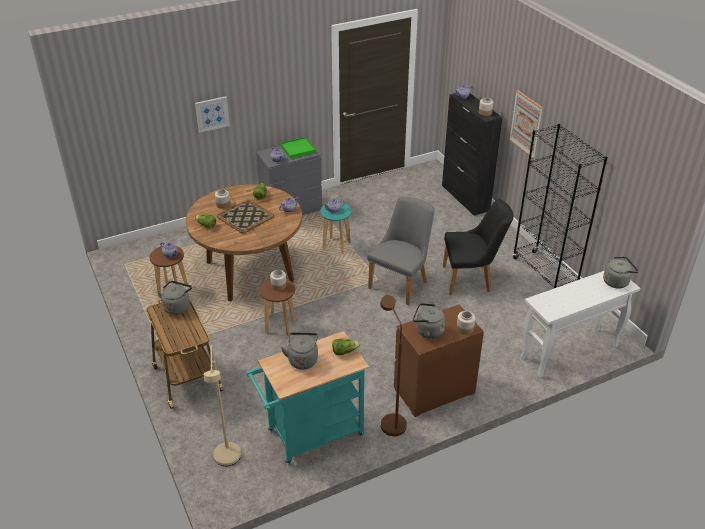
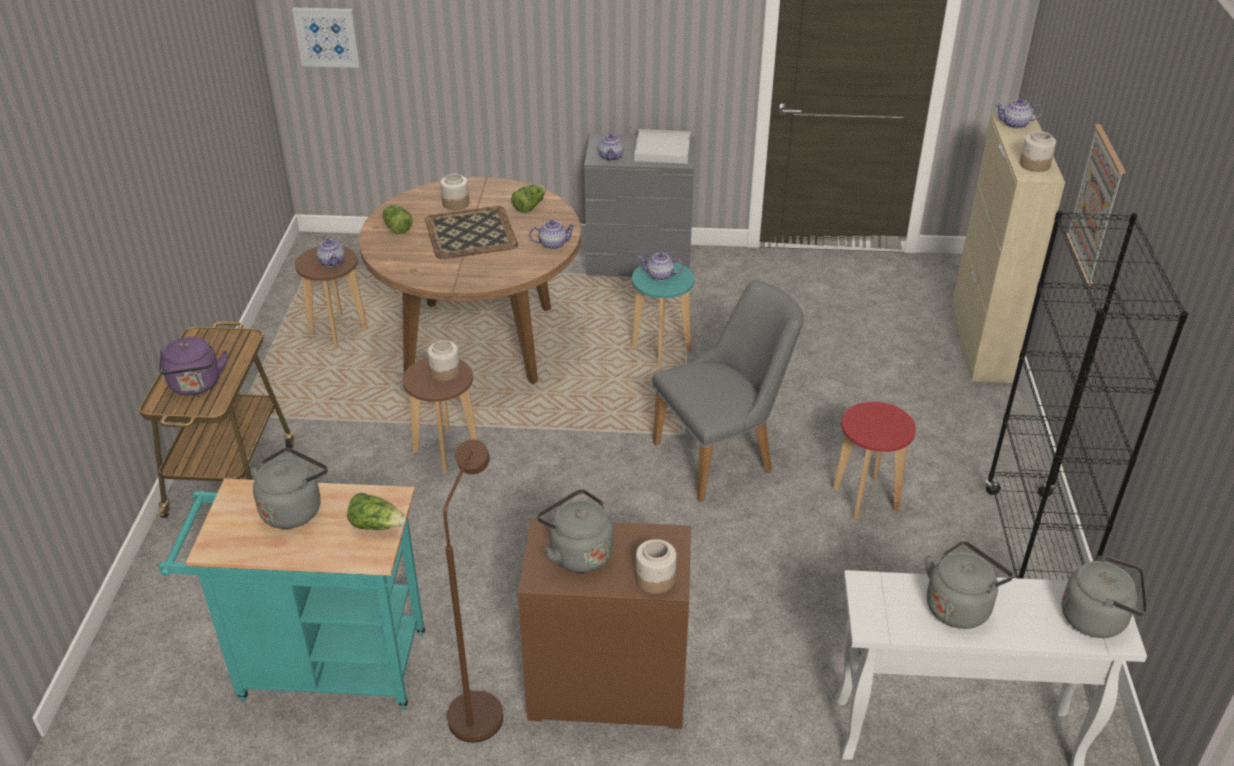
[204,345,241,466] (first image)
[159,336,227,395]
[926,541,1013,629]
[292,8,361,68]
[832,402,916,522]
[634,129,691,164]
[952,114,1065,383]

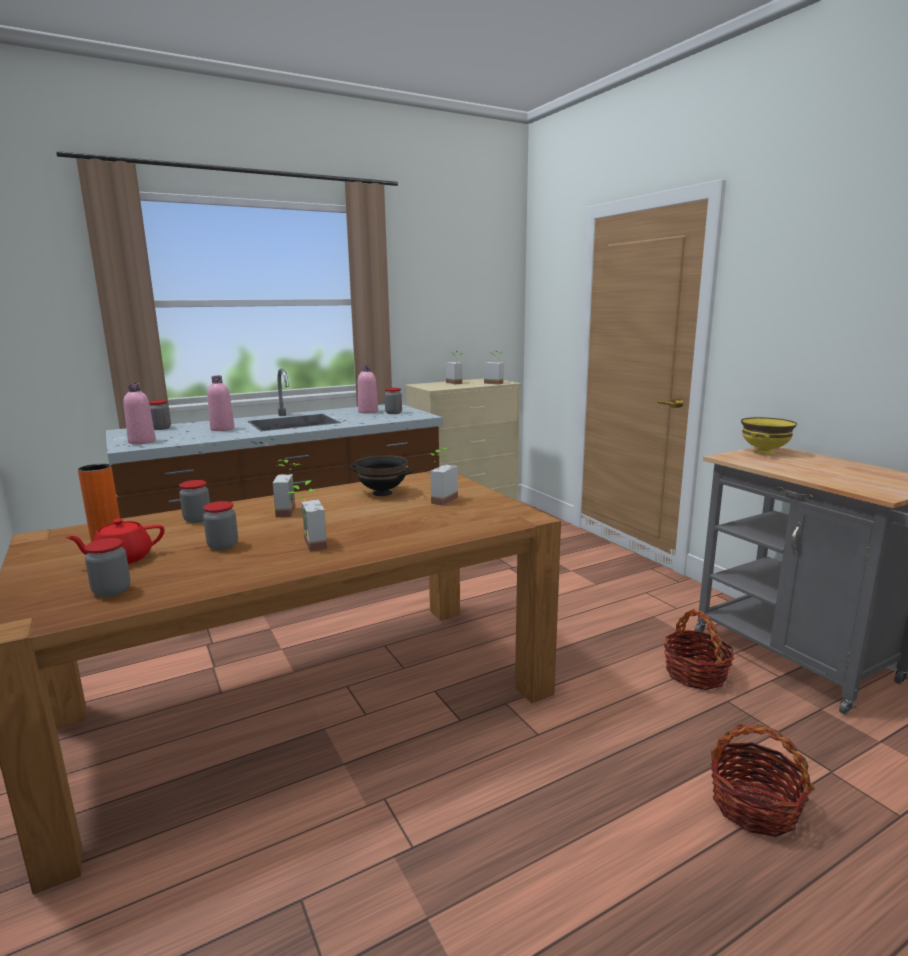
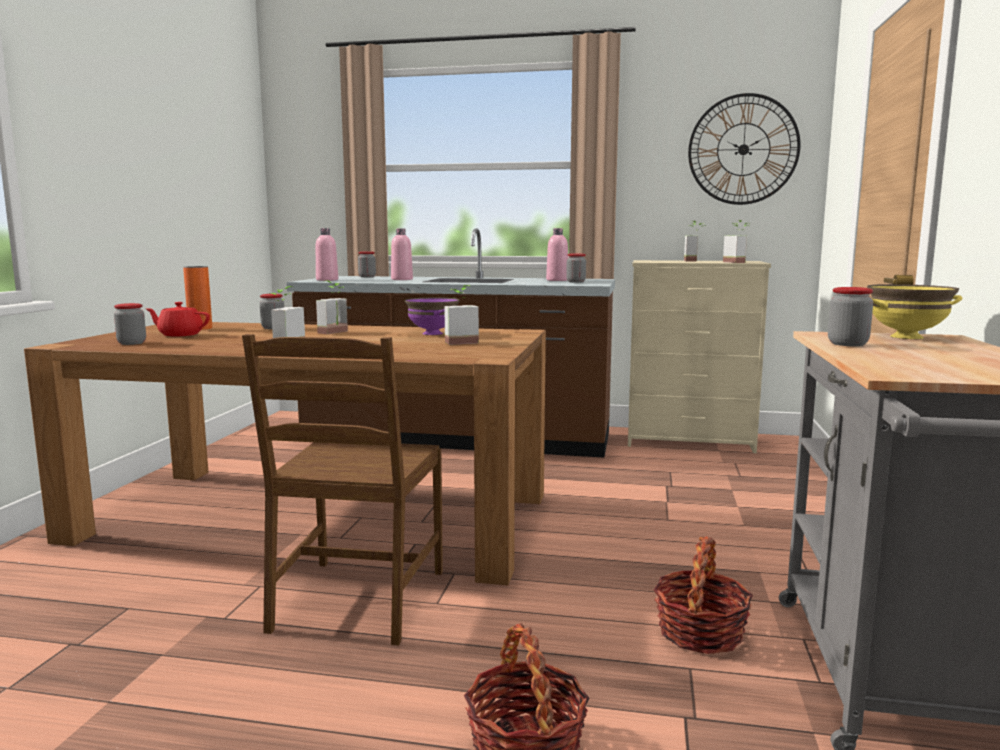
[242,334,443,645]
[688,93,801,205]
[828,287,873,346]
[405,297,460,335]

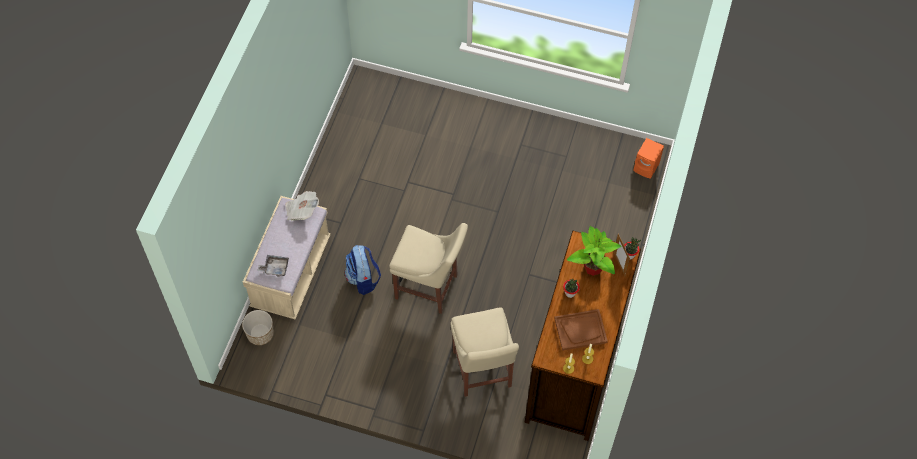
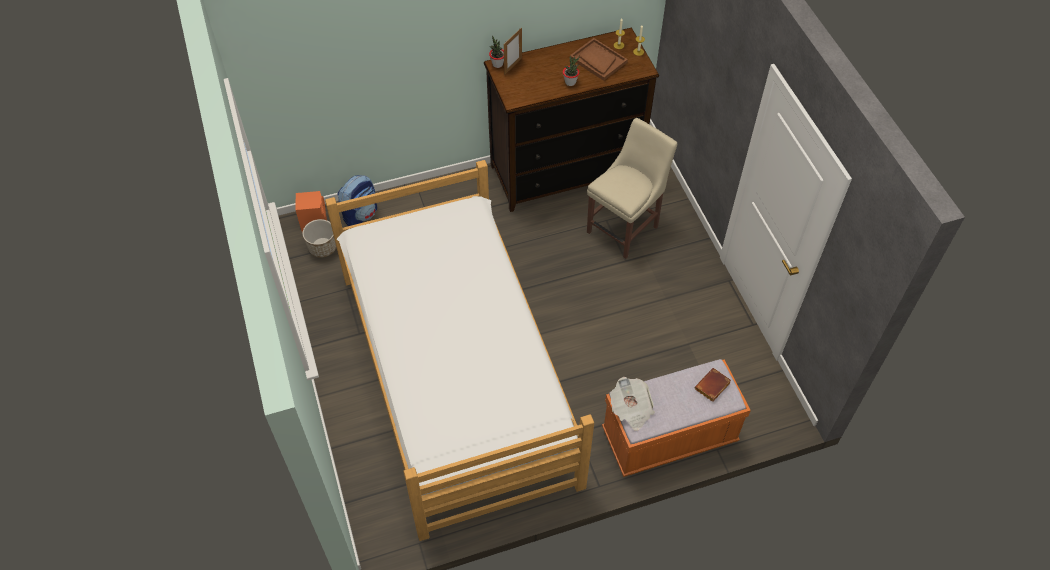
[389,223,468,314] (first image)
[567,226,621,276] (first image)
[325,160,594,541]
[302,219,336,258]
[337,175,377,226]
[695,368,731,402]
[602,359,751,477]

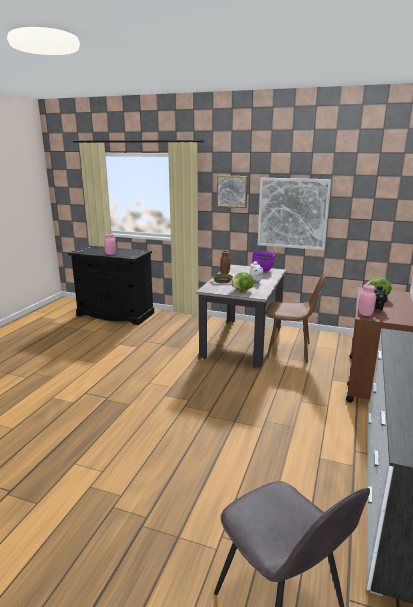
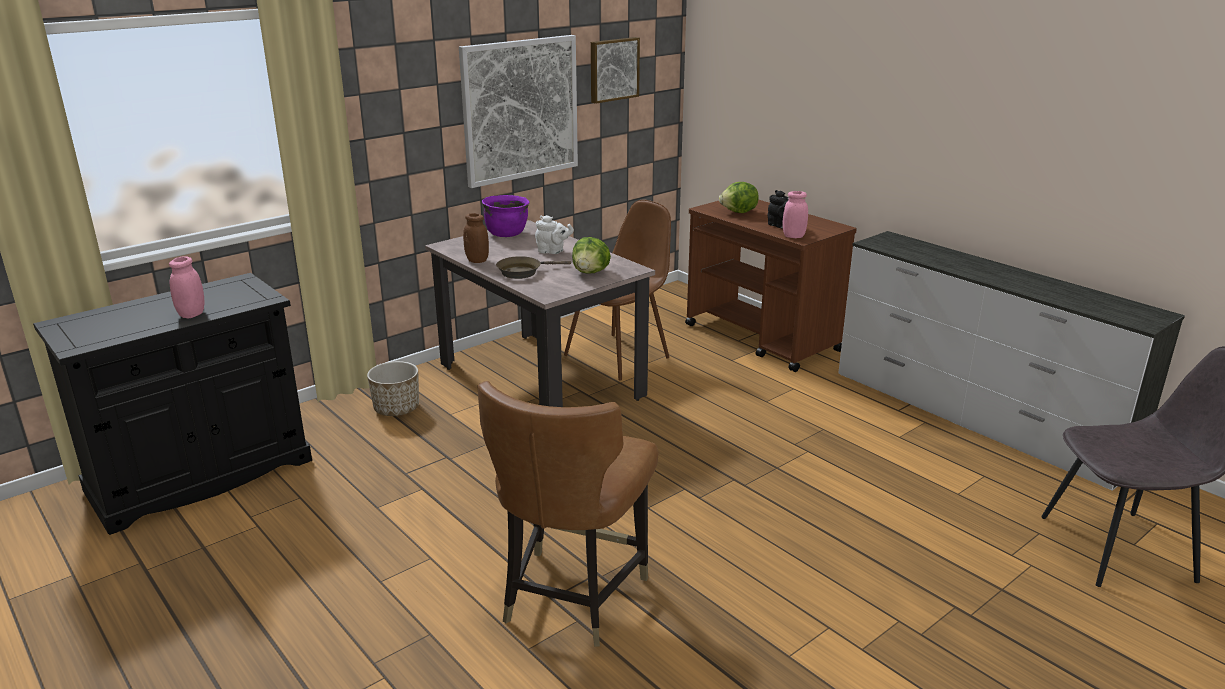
[367,361,419,416]
[477,381,658,647]
[591,37,640,104]

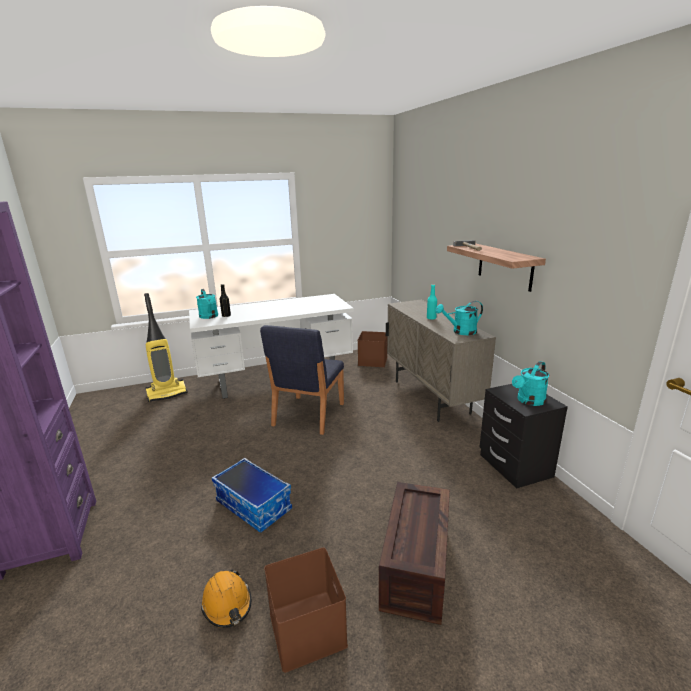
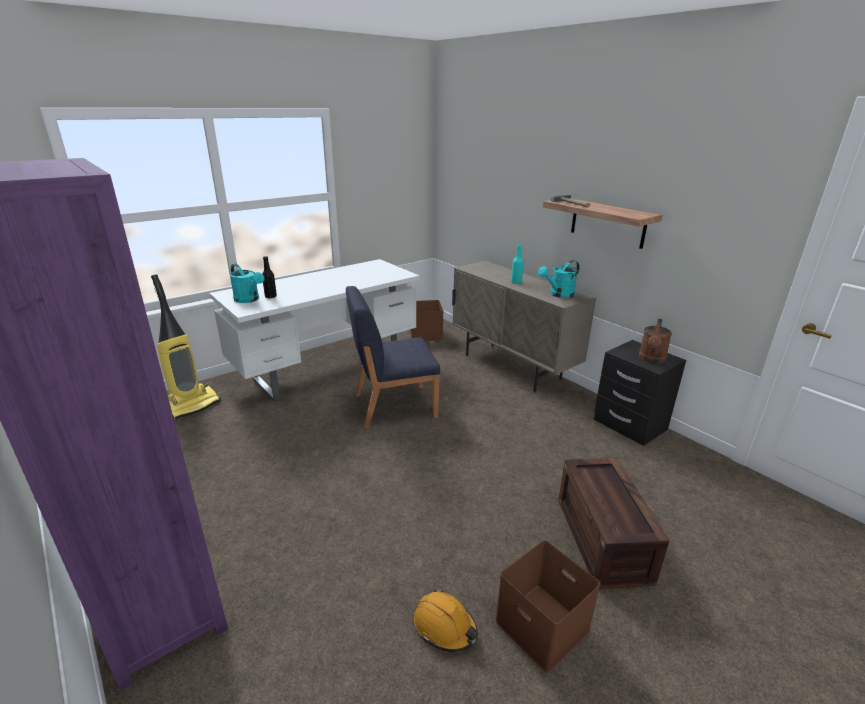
[212,458,292,533] (first image)
[639,319,672,363]
[346,286,440,429]

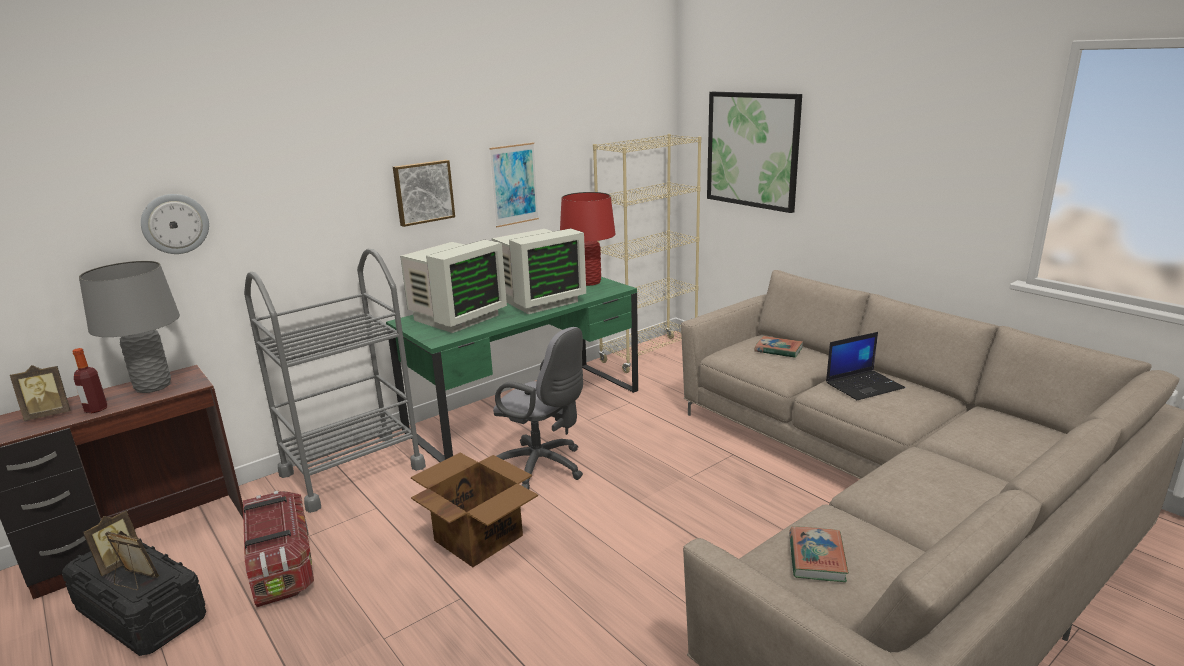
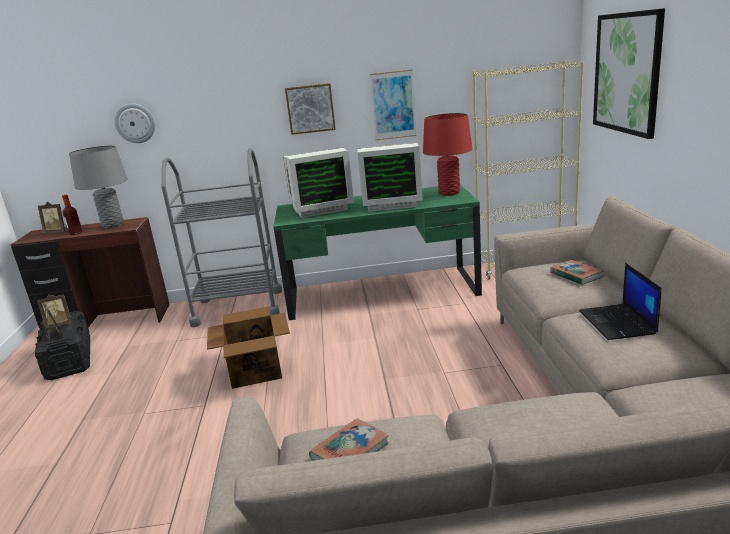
[243,491,314,607] (first image)
[493,327,583,489] (first image)
[579,263,662,340]

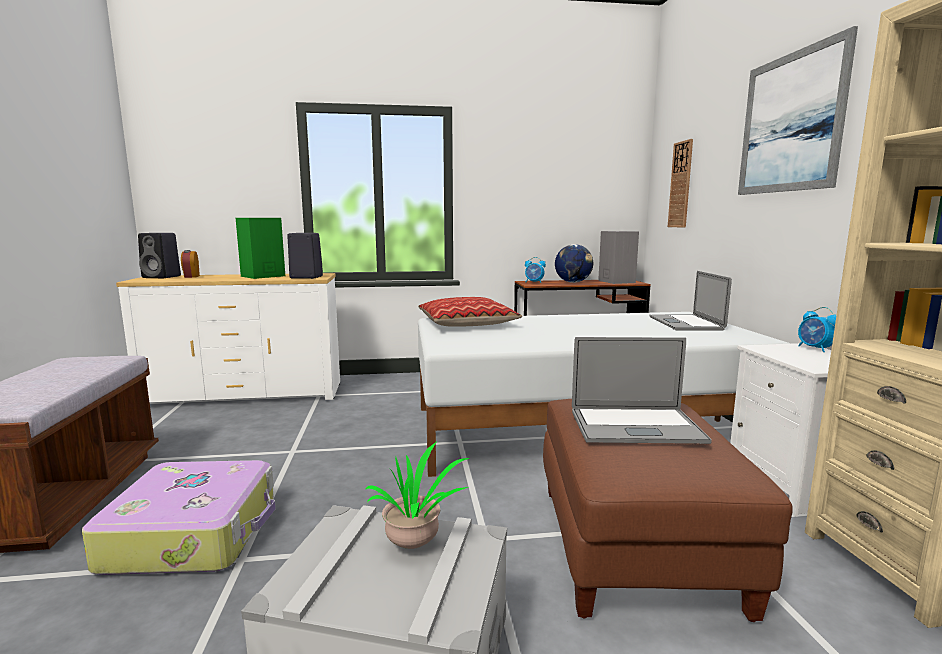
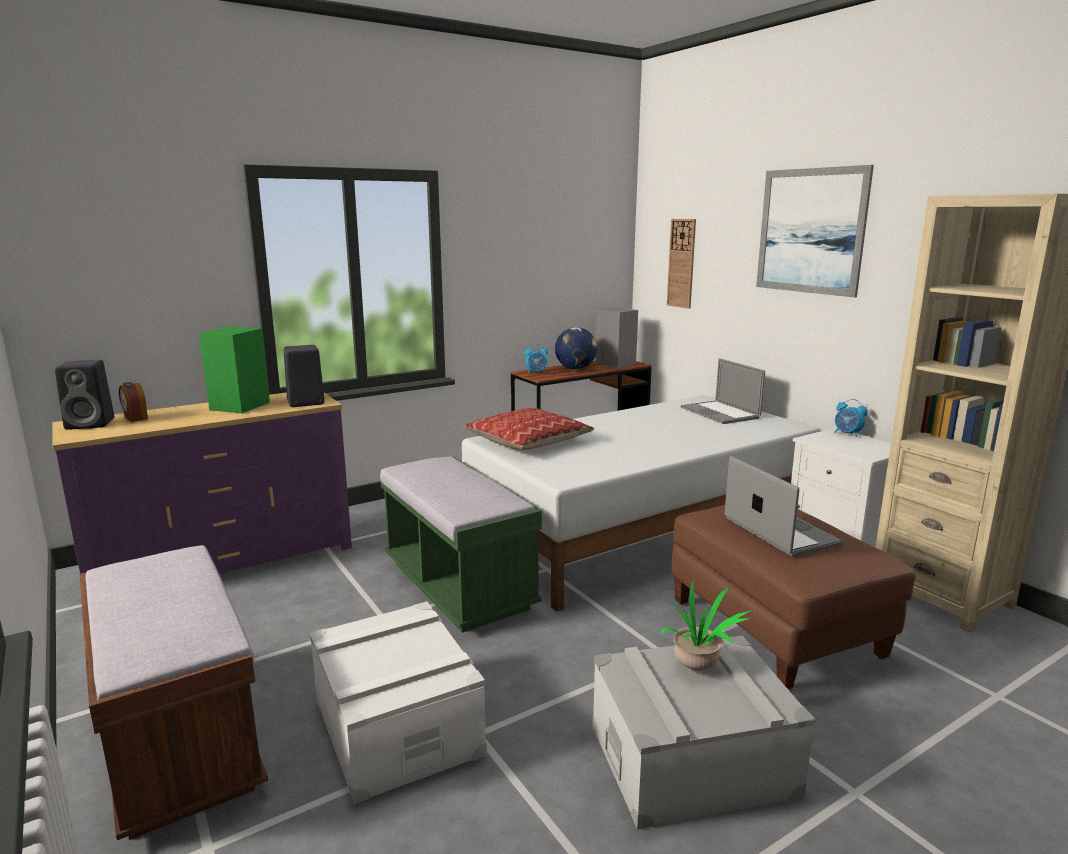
[380,457,542,633]
[309,602,487,804]
[52,392,352,574]
[725,456,845,557]

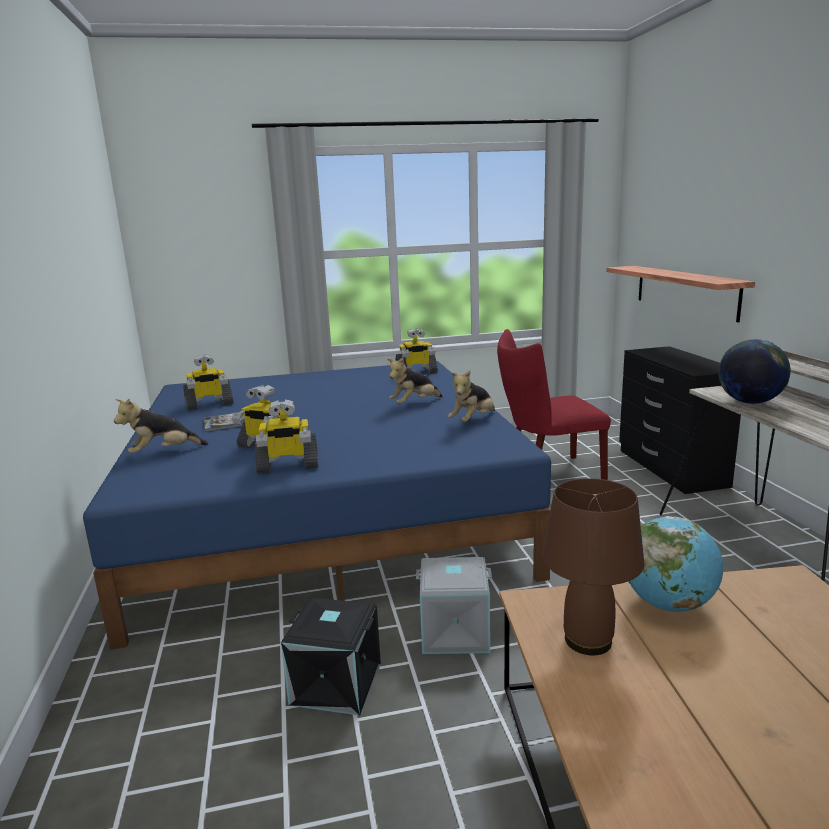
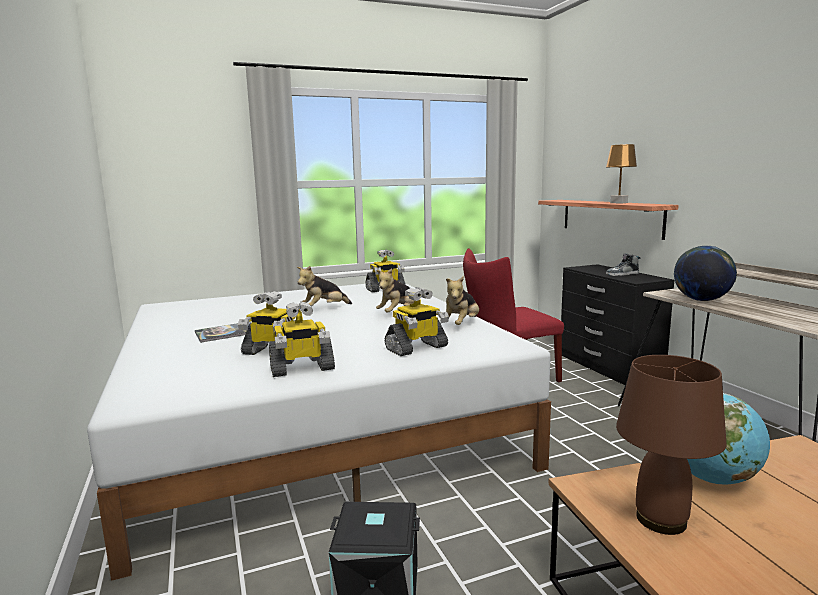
[416,557,492,654] (first image)
[606,144,637,203]
[606,253,641,276]
[297,266,352,306]
[385,287,449,356]
[87,283,551,581]

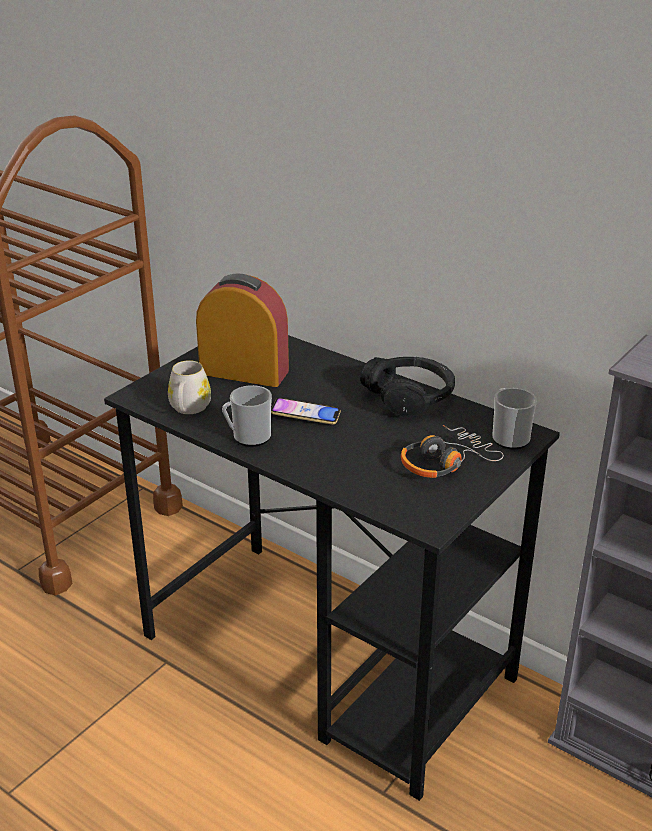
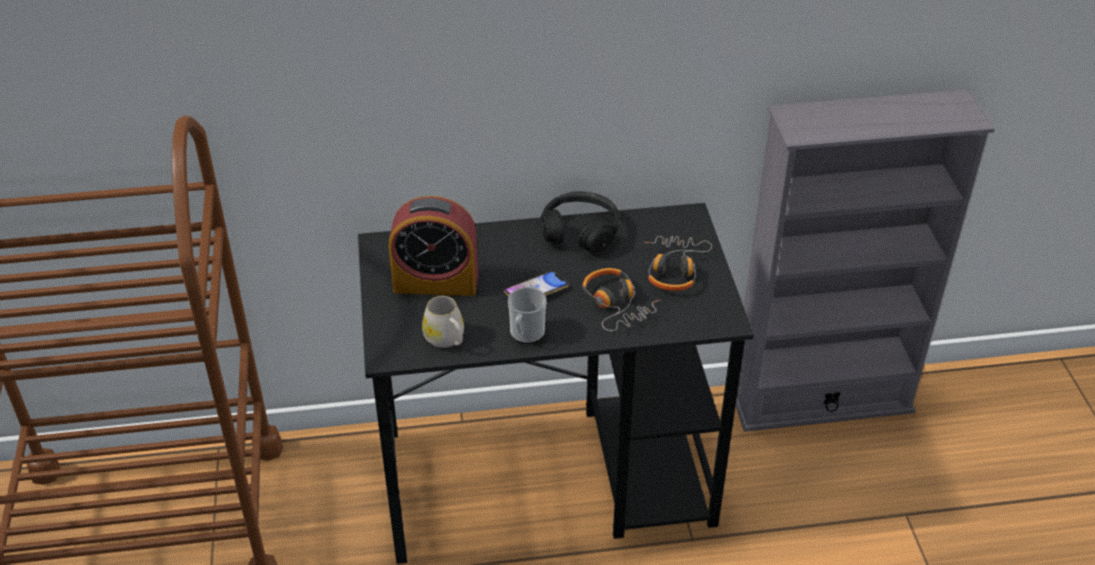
[492,388,537,449] (first image)
[582,268,661,331]
[389,196,478,296]

